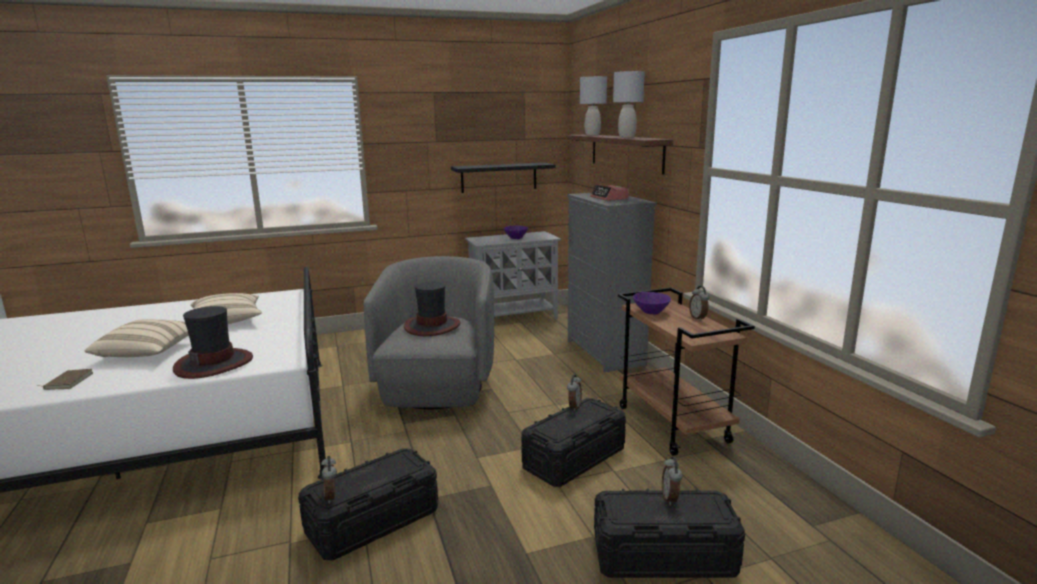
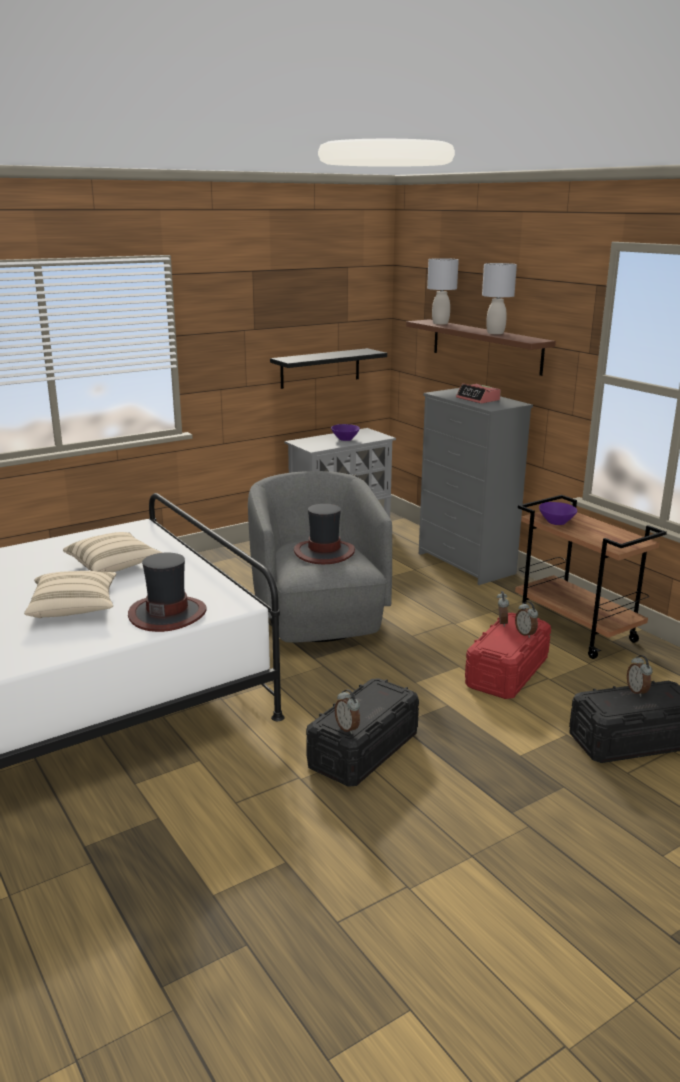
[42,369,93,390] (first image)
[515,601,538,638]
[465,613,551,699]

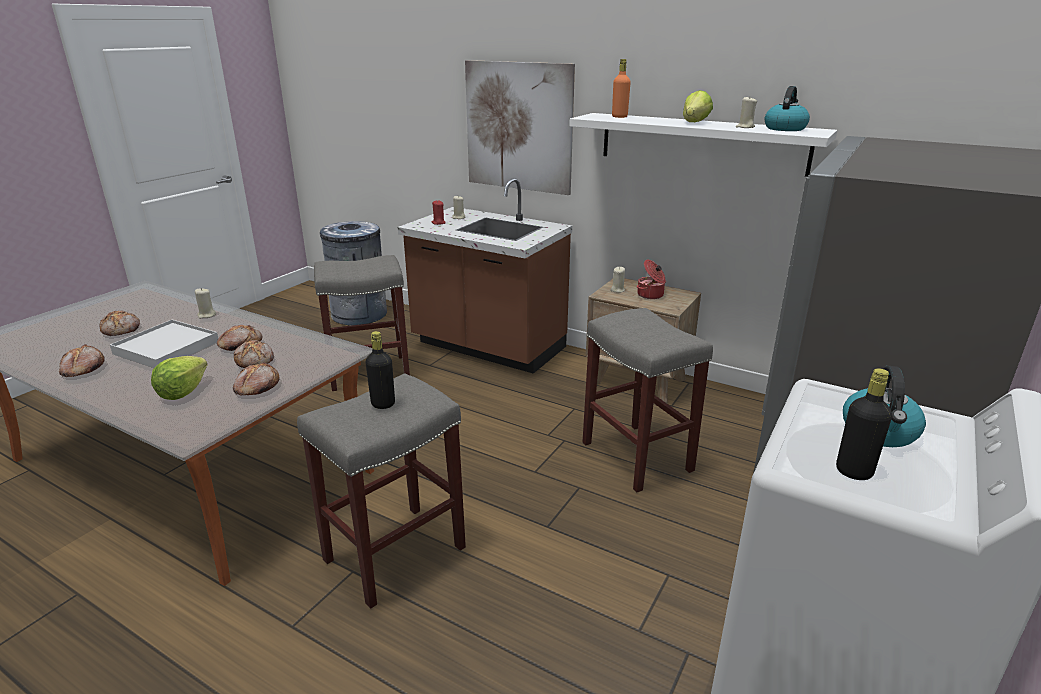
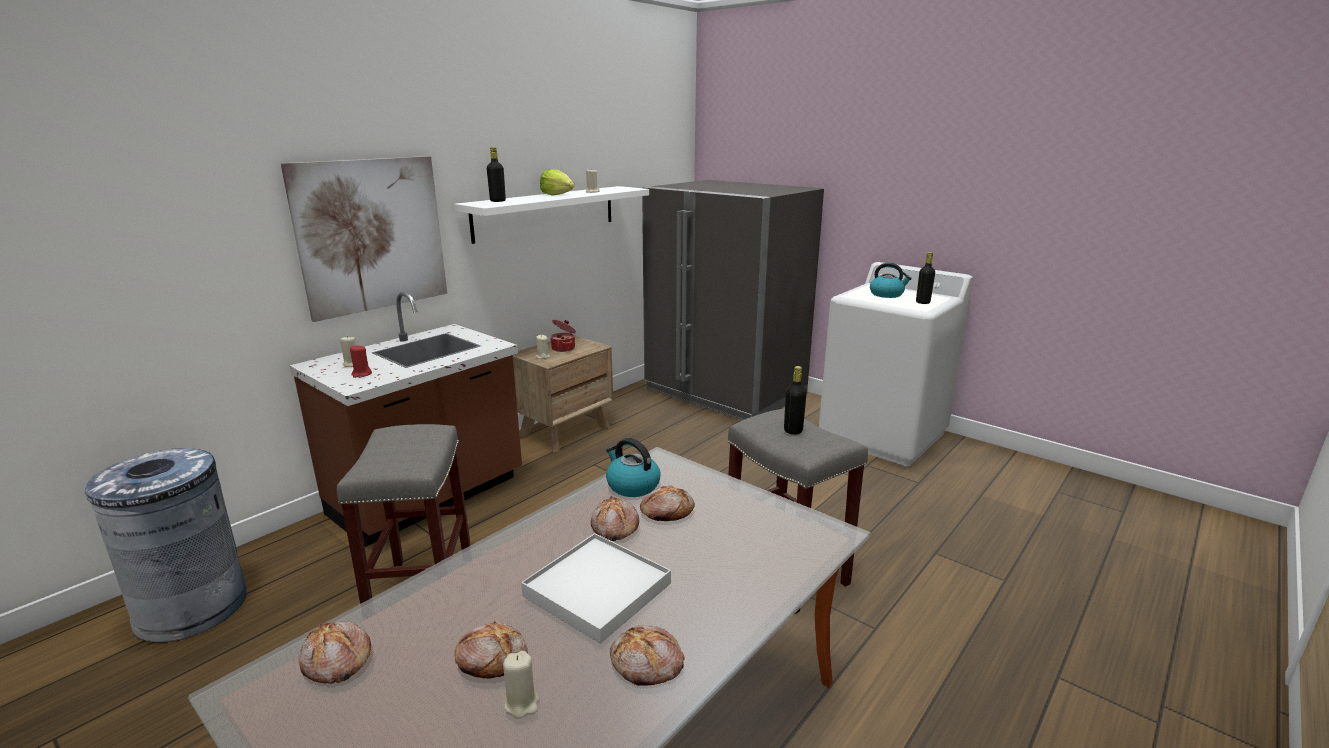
[151,356,208,400] (first image)
[582,308,713,492] (first image)
[503,651,540,718]
[298,622,371,684]
[606,438,661,497]
[487,147,506,202]

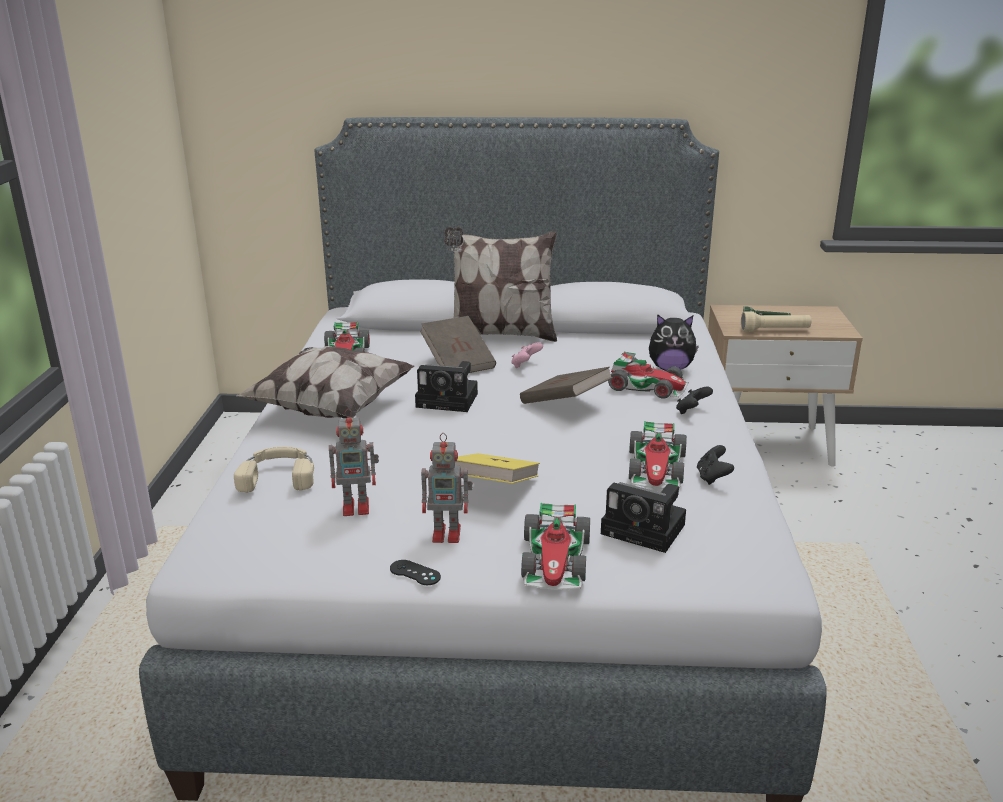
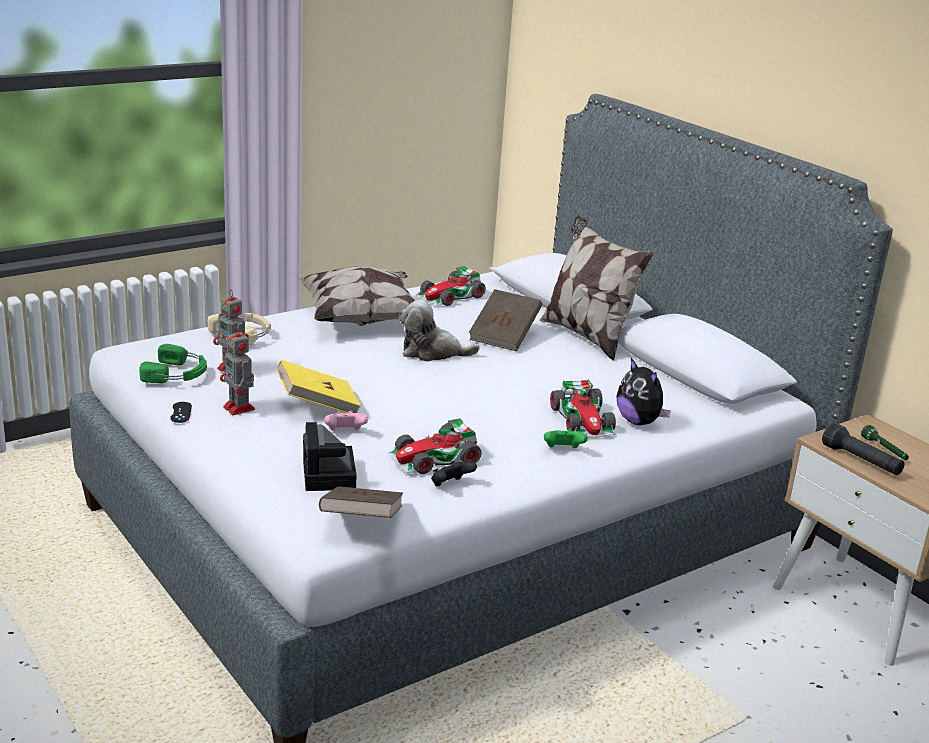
[521,503,590,590] (first image)
[139,344,207,383]
[324,411,368,431]
[319,486,403,518]
[399,300,480,362]
[544,429,588,448]
[822,423,905,475]

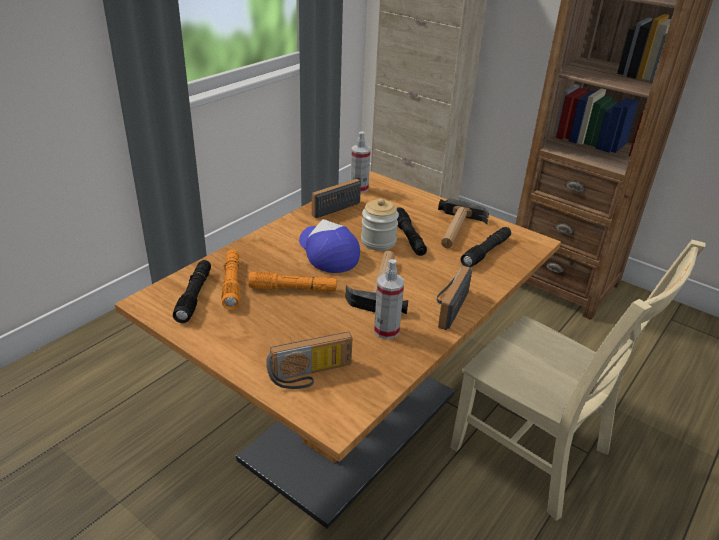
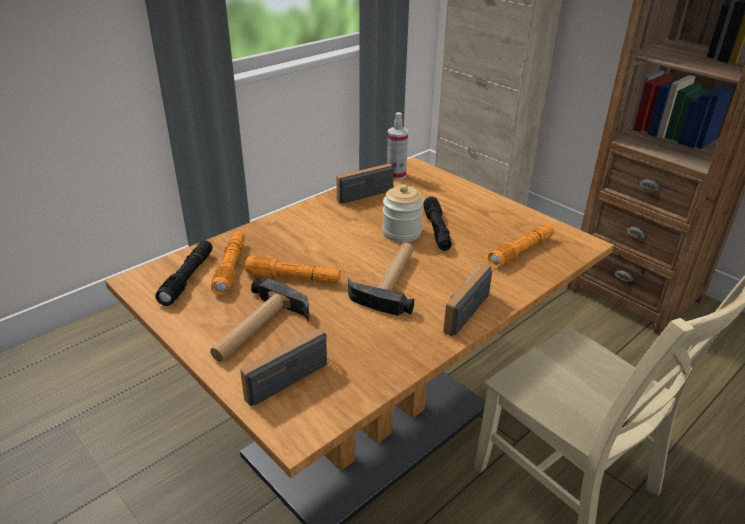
[299,219,360,273] (first image)
[374,259,404,339] (first image)
[210,278,309,362]
[488,224,554,268]
[240,329,327,406]

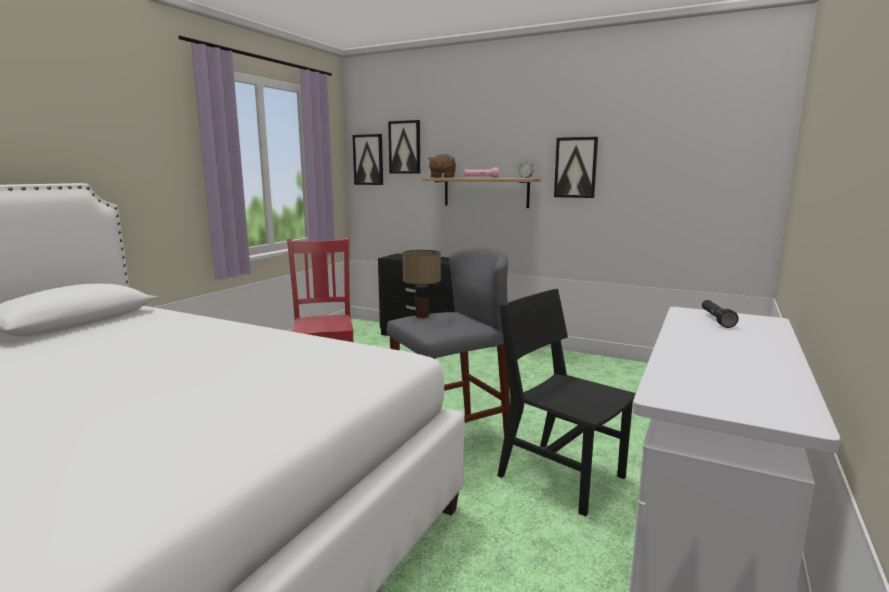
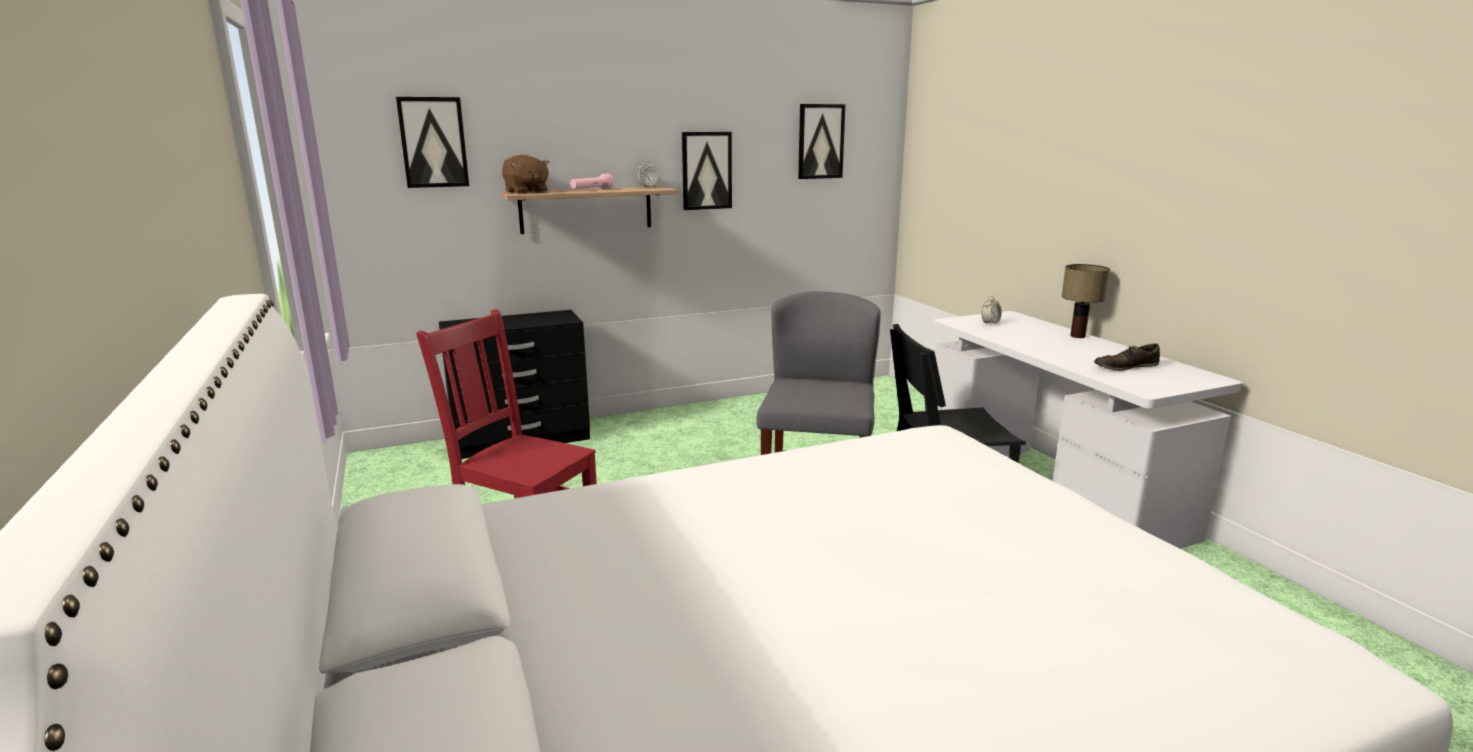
[1094,343,1160,371]
[798,104,845,179]
[1062,264,1110,338]
[982,296,1002,326]

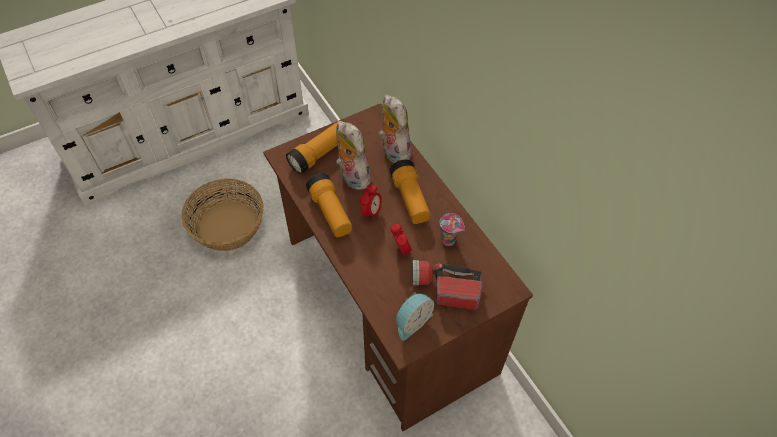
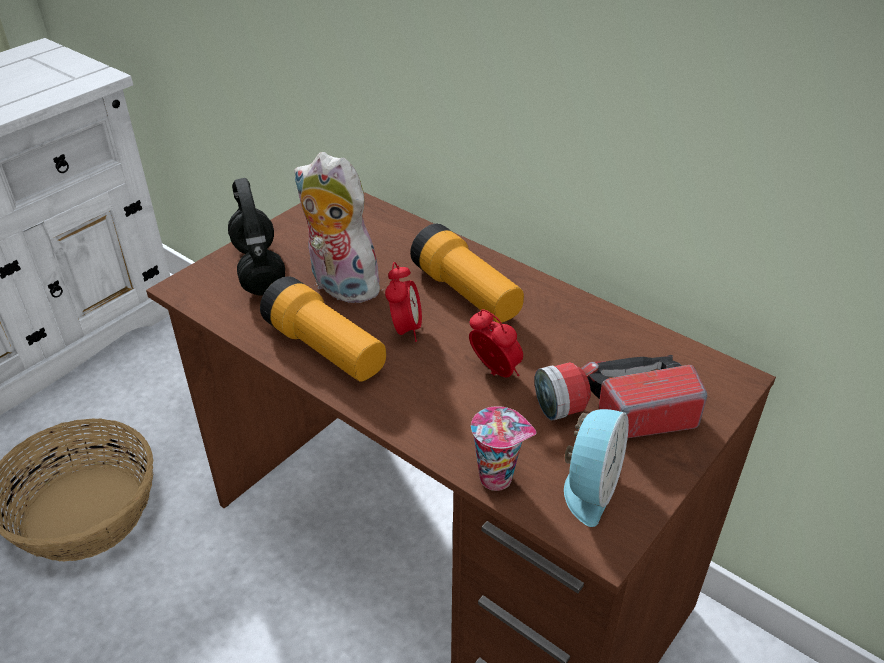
[379,95,412,163] (first image)
[471,407,537,491]
[228,178,285,296]

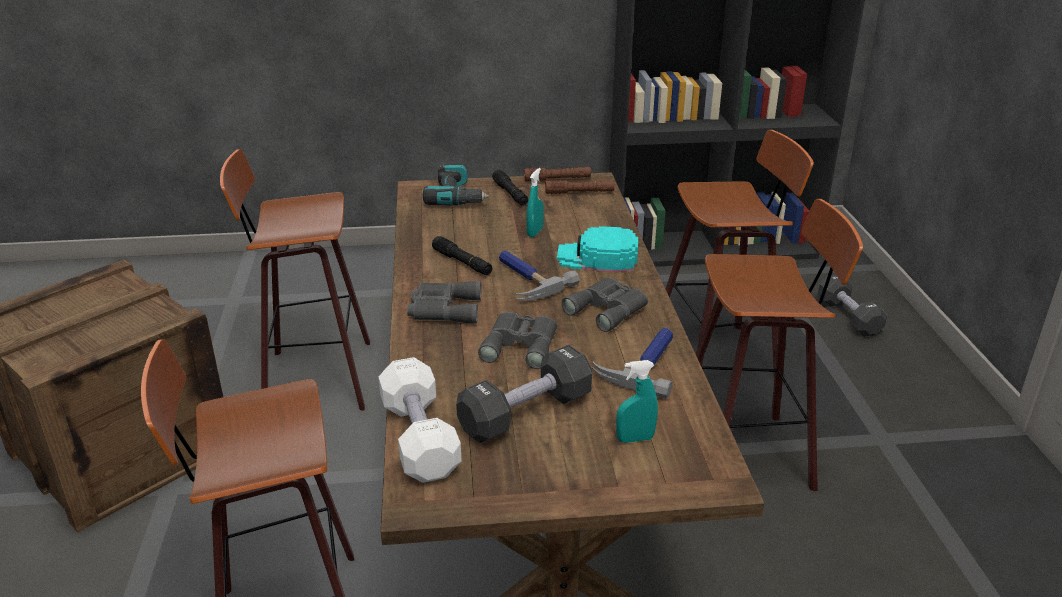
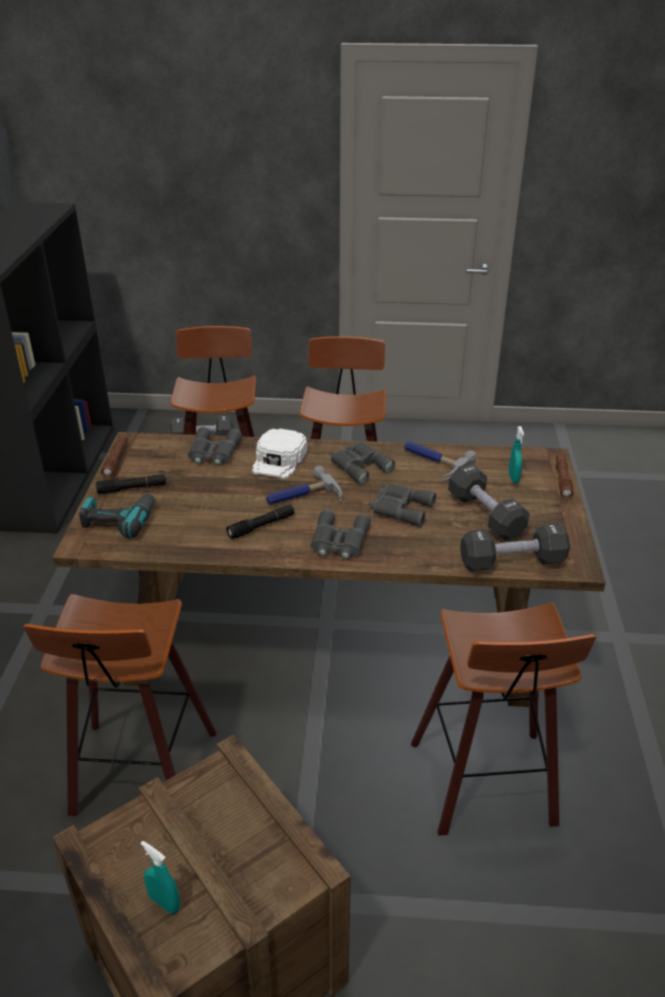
[187,427,242,466]
[141,841,180,914]
[556,453,574,499]
[460,523,570,571]
[252,429,307,479]

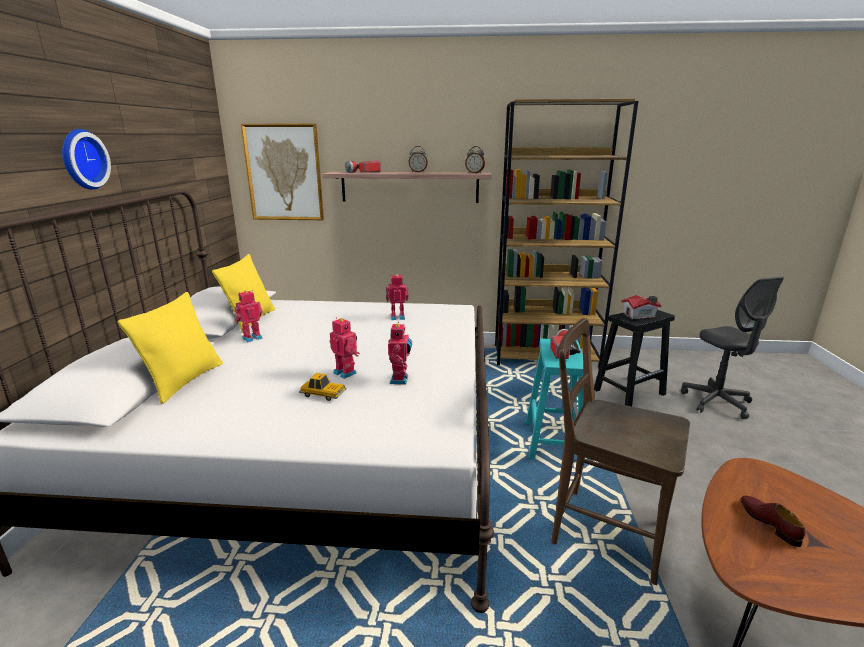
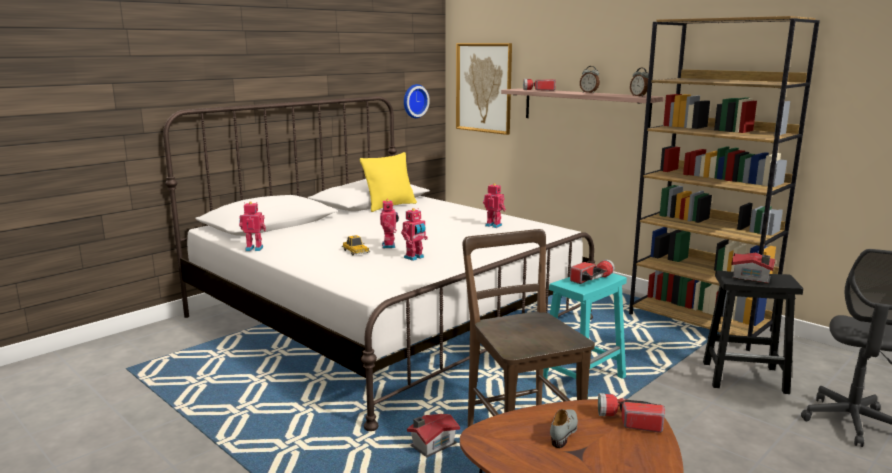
[118,292,223,404] (first image)
[407,414,460,457]
[598,393,665,433]
[404,84,430,118]
[239,202,266,251]
[550,409,578,448]

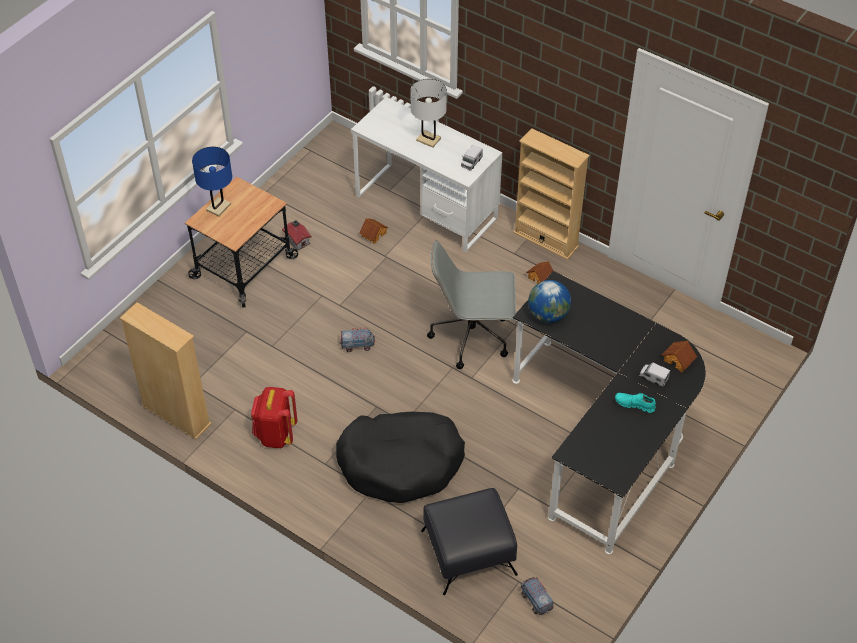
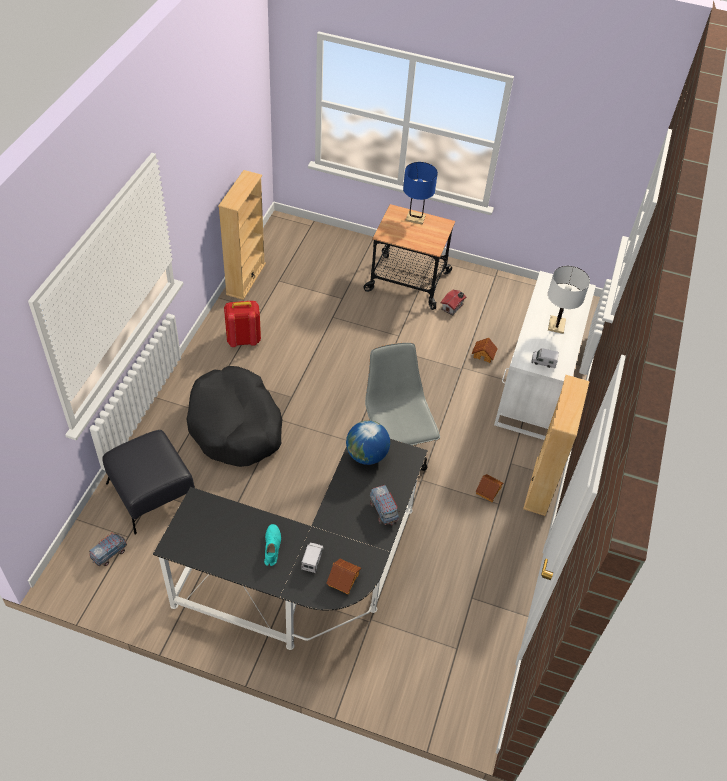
[370,484,400,526]

